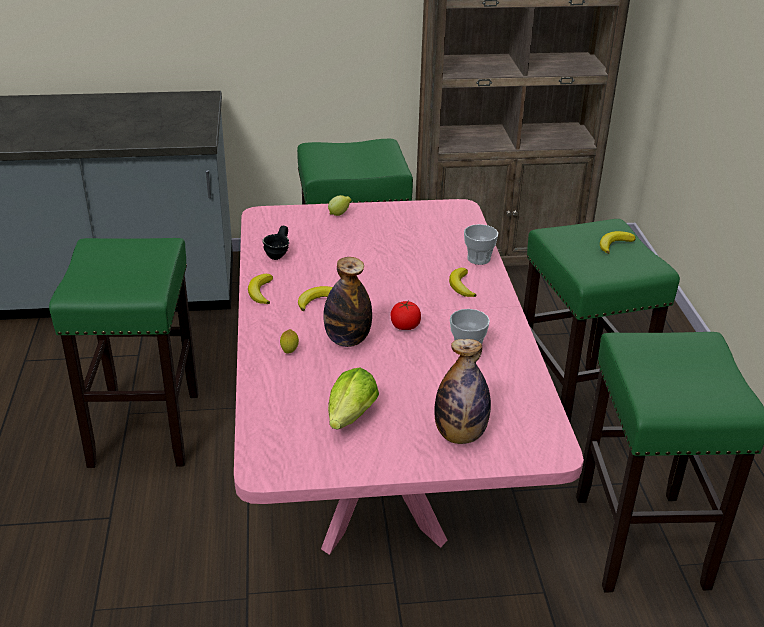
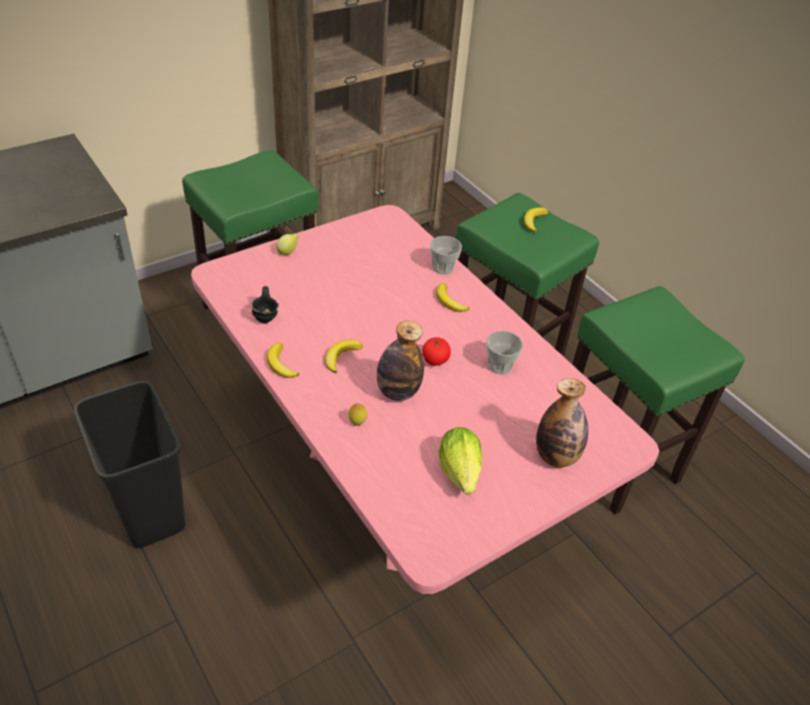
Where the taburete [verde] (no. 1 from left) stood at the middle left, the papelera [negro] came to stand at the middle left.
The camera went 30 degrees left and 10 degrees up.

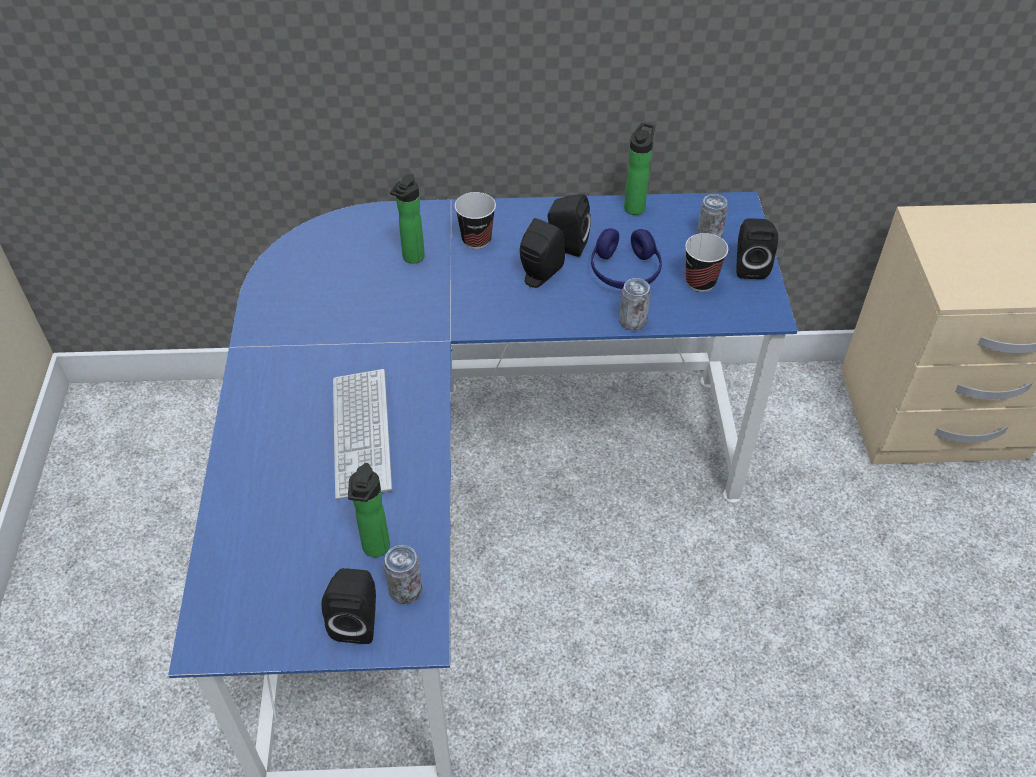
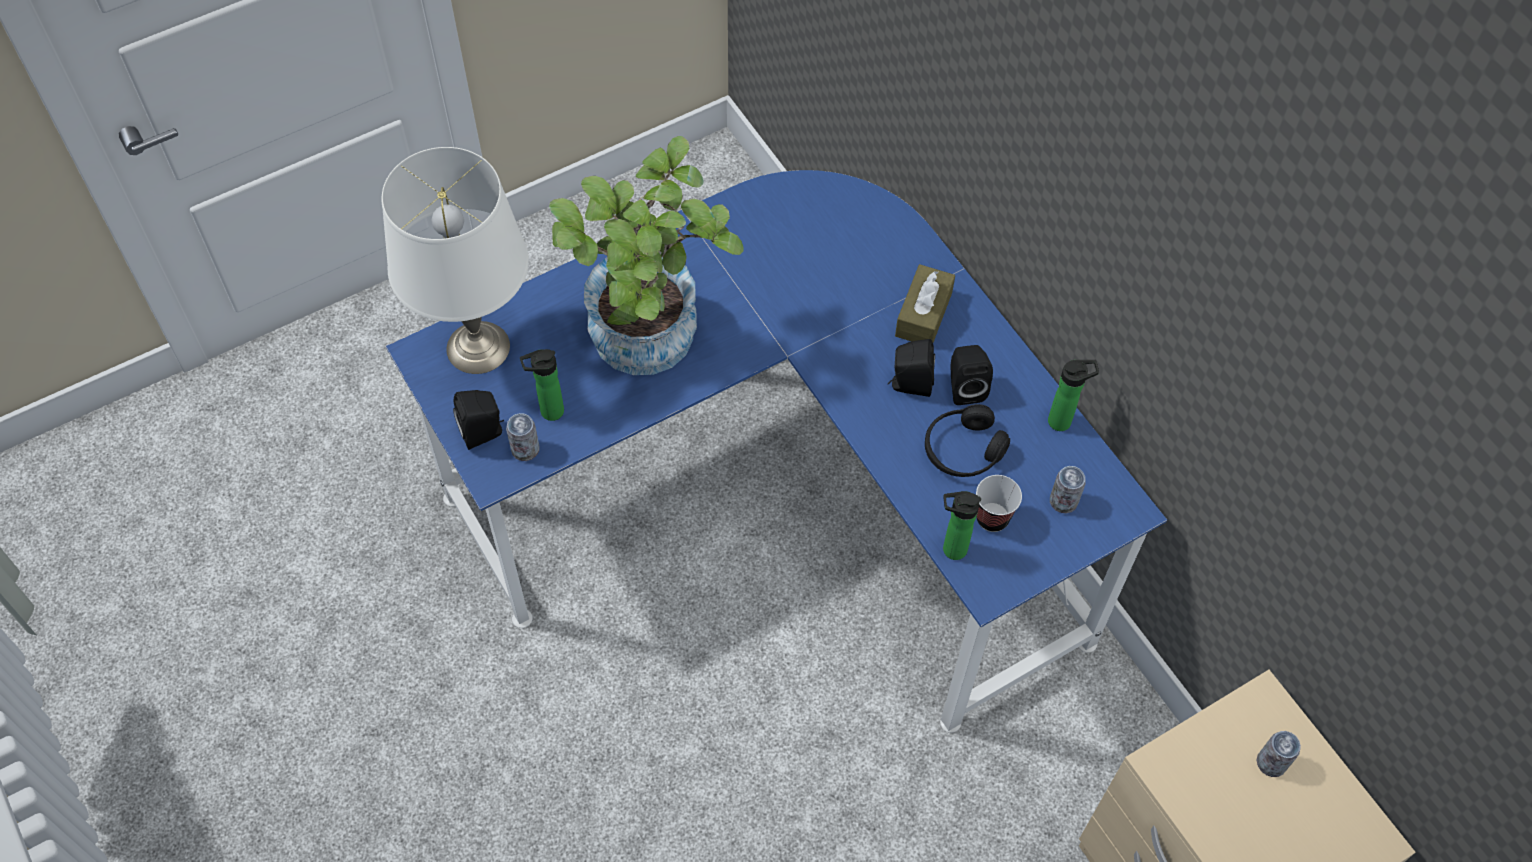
The botella (no. 2 from left) ended up elsewhere, having gone from the top centre to the centre.
Where the taza (no. 1 from left) stood at the top centre, the caja de pañuelos [marrón] came to stand at the centre.
The second view lost the altavoz [negro] (no. 4 from left) at the top right.
What was the auriculares [azul] at the top centre turned into the auriculares [negro] at the centre.
The lata (no. 2 from left in the first image) ended up elsewhere, having gone from the centre to the bottom right.
Where the teclado stood at the centre, the planta en maceta came to stand at the top centre.
The second view gained the lámpara de mesa [blanco] at the top left.
The camera went 60 degrees right and 10 degrees up.

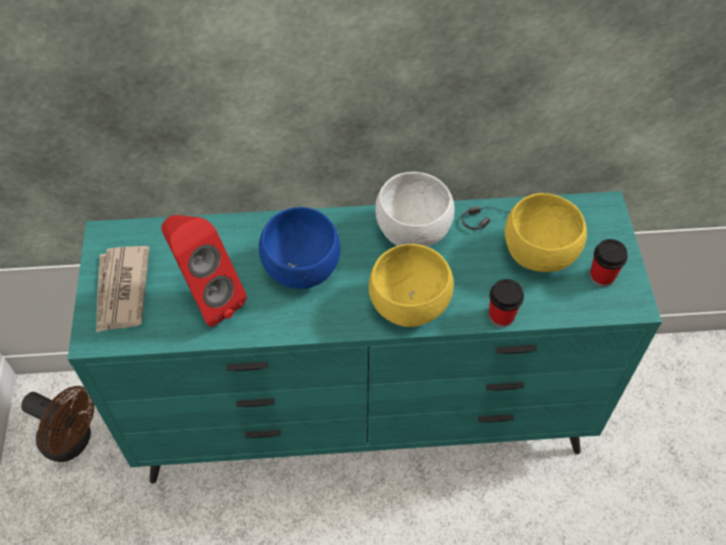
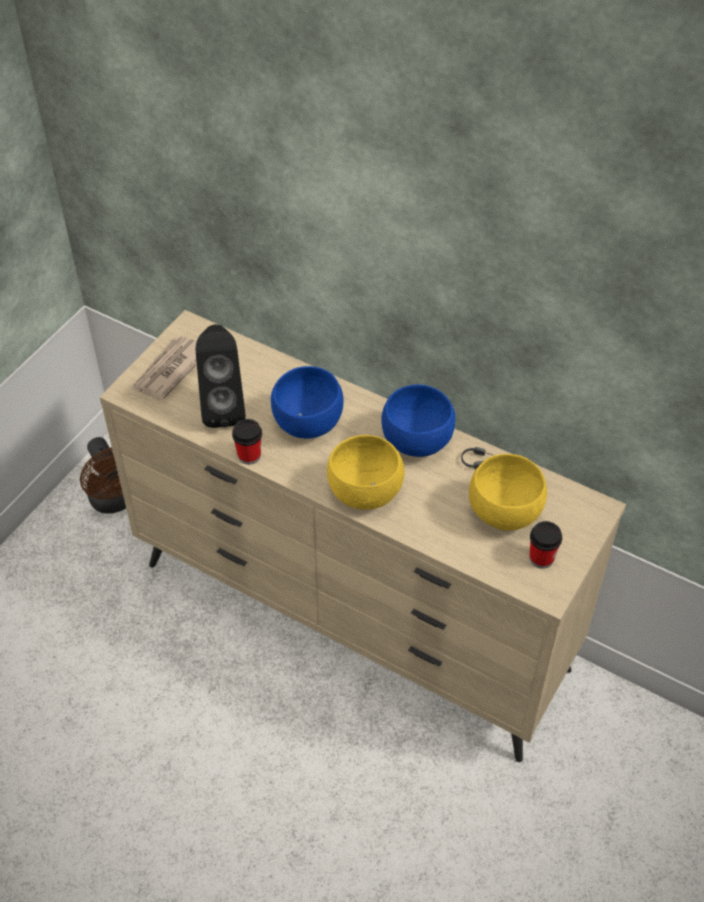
What was the cuenco [blanco] at the centre turned into the cuenco [azul] (no. 2 from left) at the centre.
What was the cómoda [turquesa] at the centre turned into the cómoda [beis] at the centre.
What was the altavoz [rojo] at the middle left turned into the altavoz [negro] at the middle left.
The taza (no. 1 from left) ended up elsewhere, having gone from the middle right to the centre.
The camera went 35 degrees right and 5 degrees down.

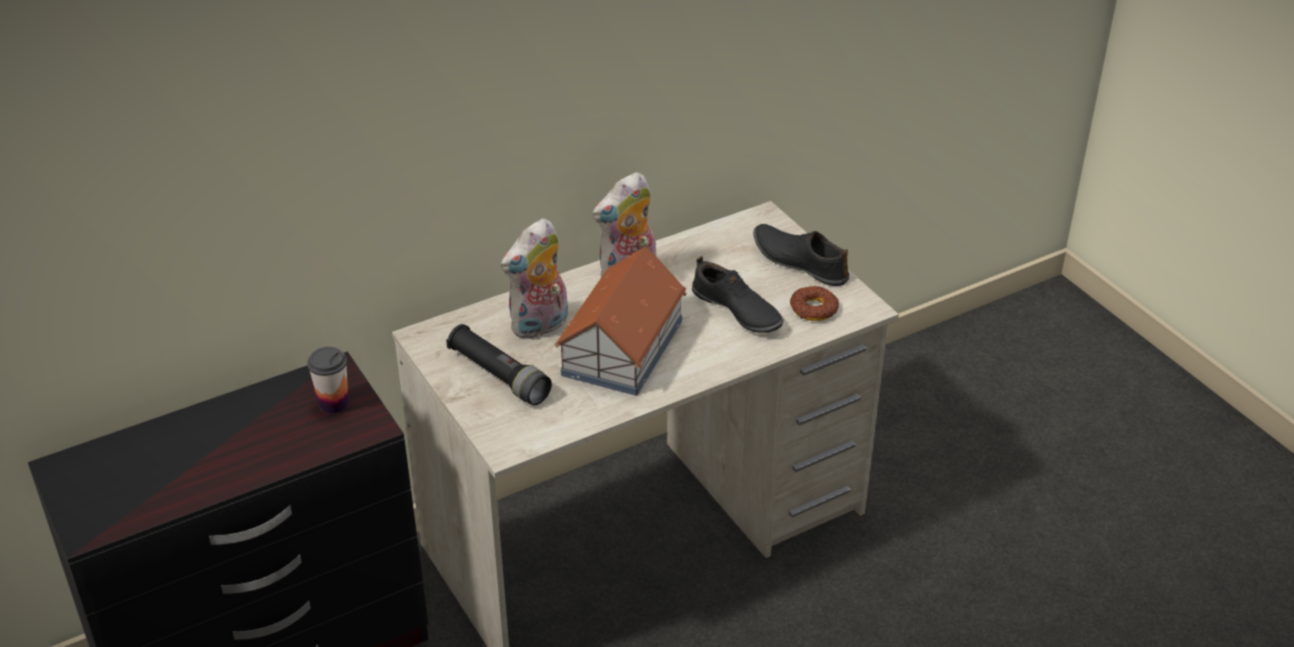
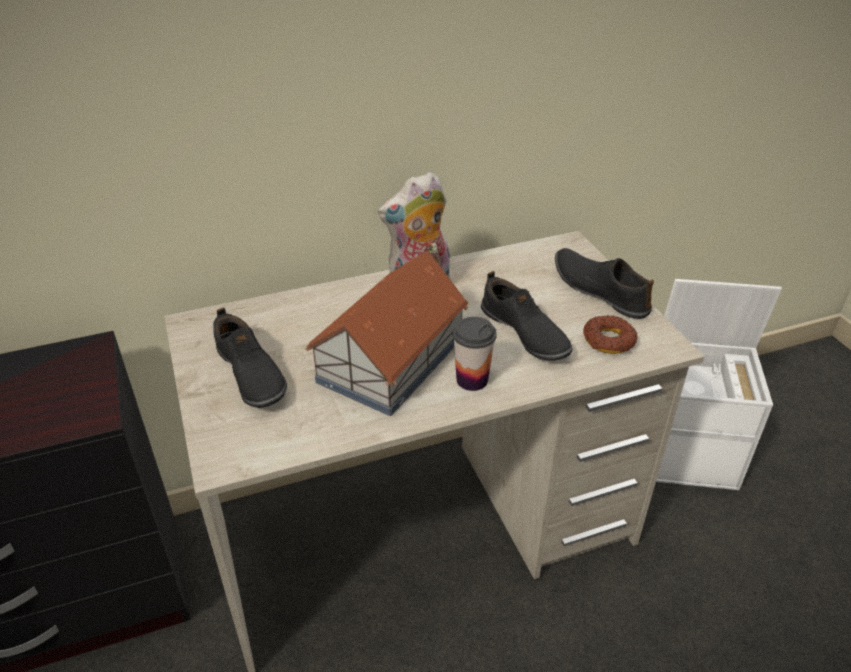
The second view lost the peluche (no. 1 from left) at the centre.
Where the linterna [negro] stood at the centre, the zapato [negro] (no. 1 from left) came to stand at the middle left.
The taza ended up elsewhere, having gone from the middle left to the centre.
The second view gained the caja de almacenaje [blanco] at the middle right.
The camera went 10 degrees right and 0 degrees up.

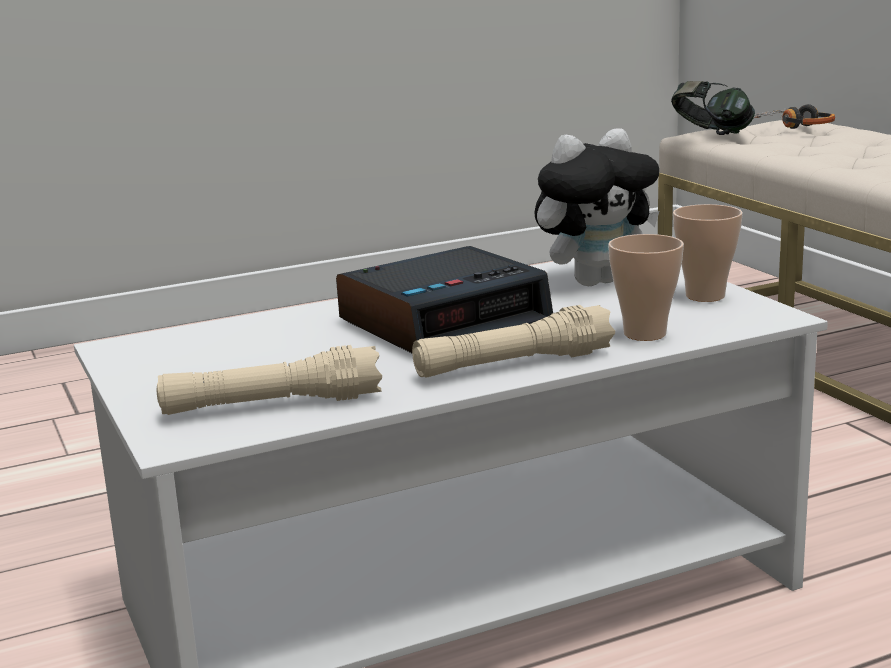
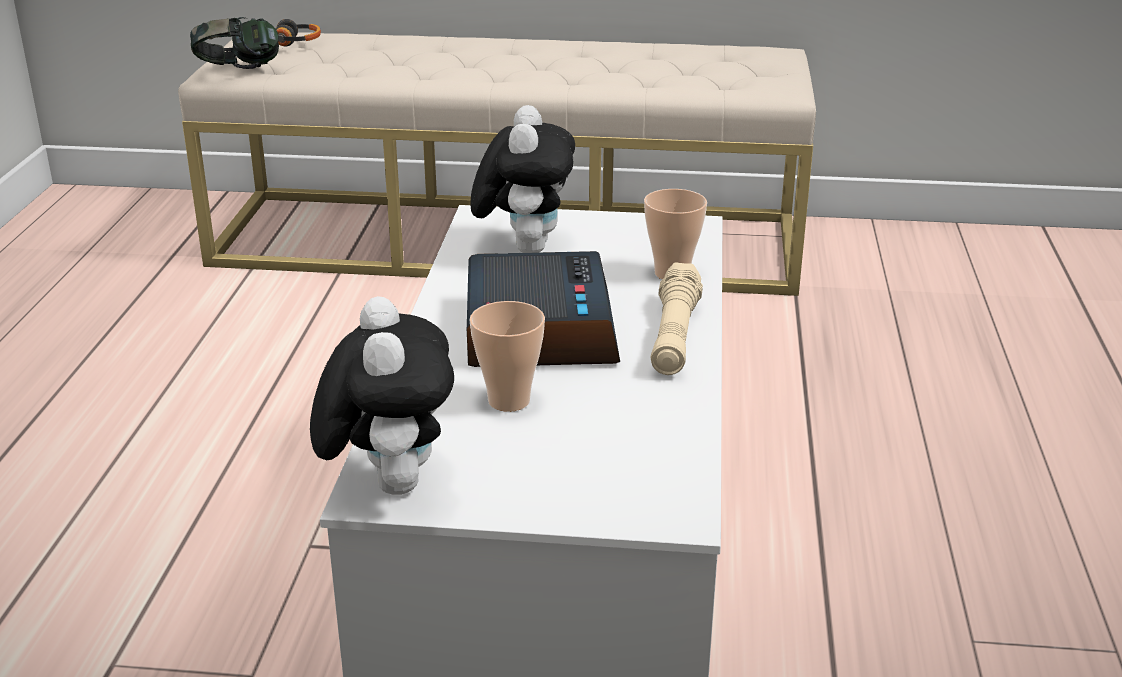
The taza (no. 2 from left in the first image) ended up elsewhere, having gone from the middle right to the centre.
The second view lost the linterna [beis] (no. 1 from left) at the middle left.
The second view gained the peluche (no. 1 from left) at the centre.
The camera went 60 degrees left and 10 degrees up.

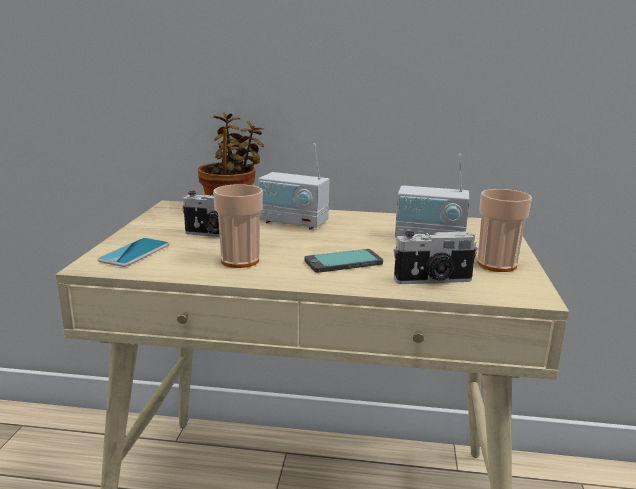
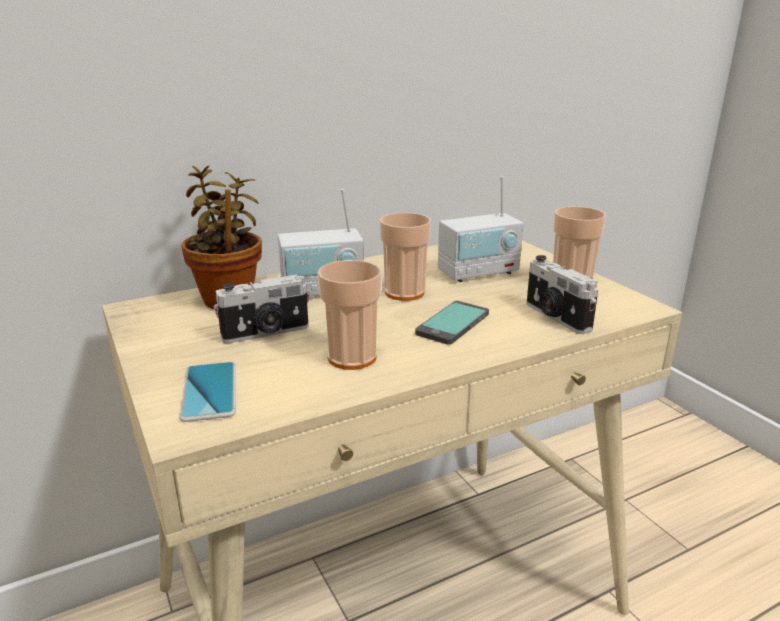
The cámara (no. 2 from left) at the middle right ended up facing another way, 105 degrees clockwise from before.
The second view gained the taza (no. 2 from left) at the centre.
The camera went 35 degrees left and 5 degrees up.

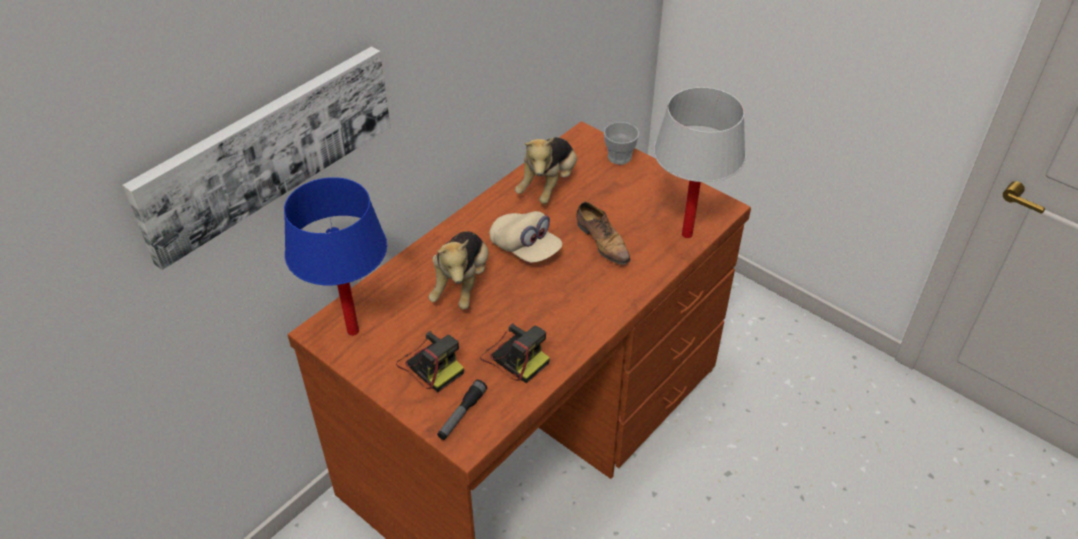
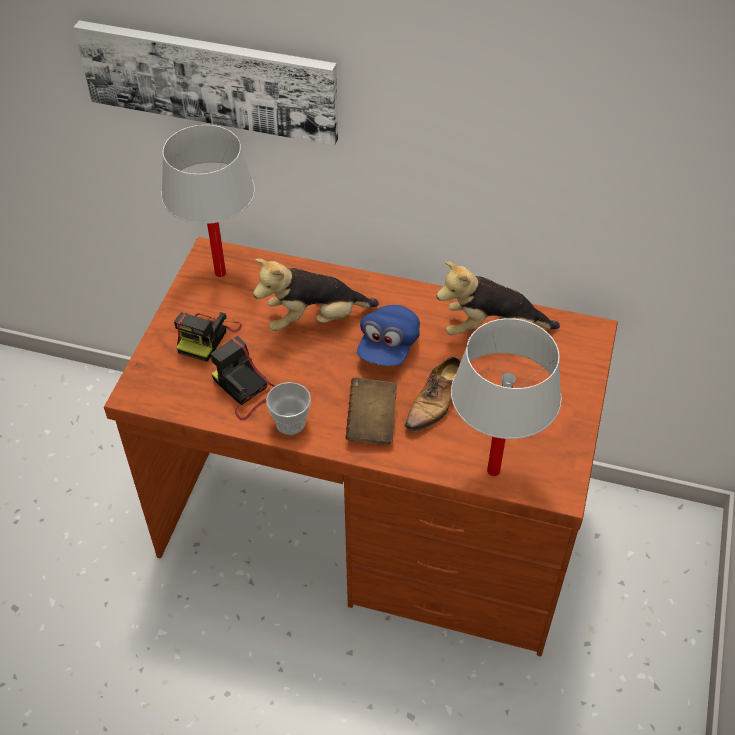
The taza ended up elsewhere, having gone from the top centre to the centre.
What was the lámpara de mesa [azul] at the middle left turned into the lámpara de mesa [blanco] (no. 1 from left) at the top left.
What was the gorra [beis] at the centre turned into the gorra [azul] at the centre.
The cámara (no. 2 from left) at the centre ended up facing another way, 120 degrees clockwise from before.
The second view lost the linterna at the bottom centre.
The second view gained the libro [marrón] at the centre.
The camera went 65 degrees right and 5 degrees up.

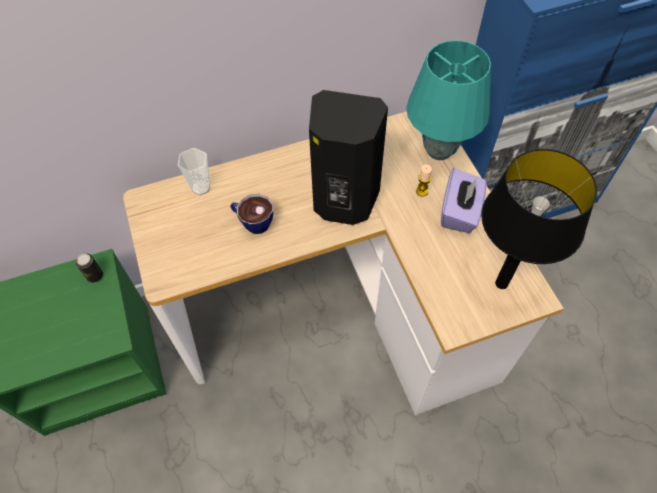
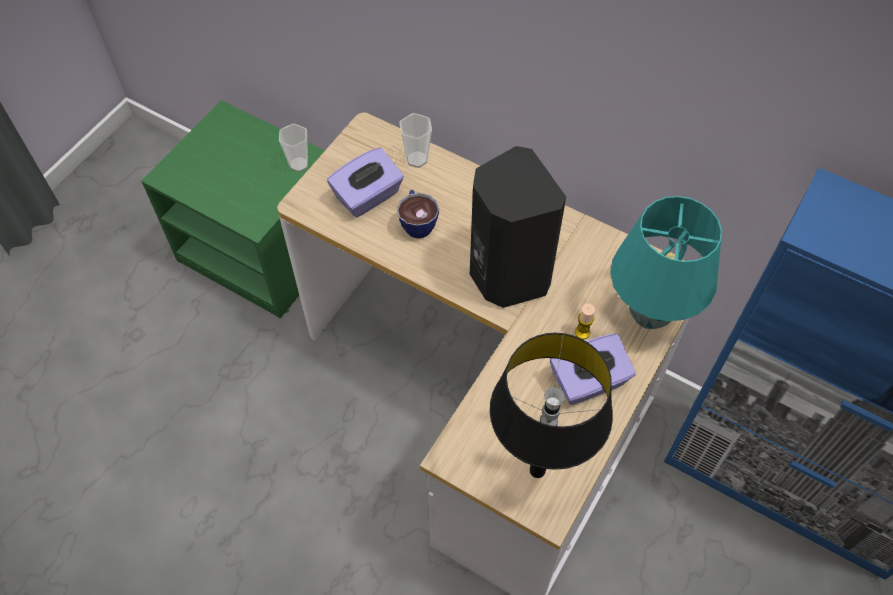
Where the lata stood at the middle left, the taza (no. 1 from left) came to stand at the top left.
The second view gained the caja de pañuelos [morado] (no. 1 from left) at the top centre.
The camera went 50 degrees right and 0 degrees up.

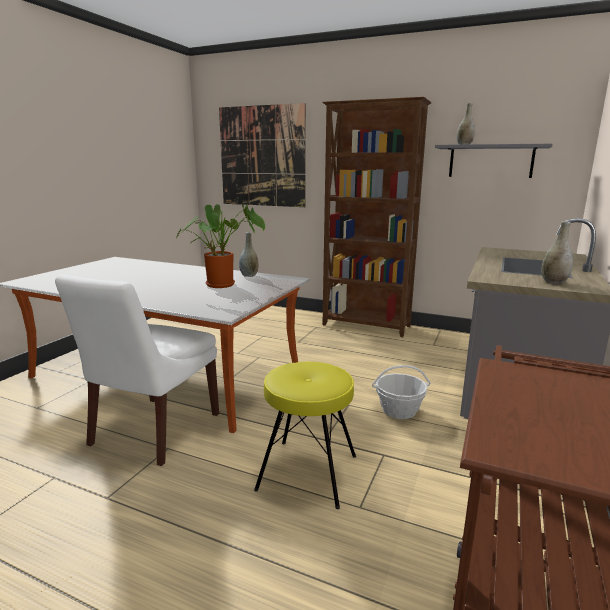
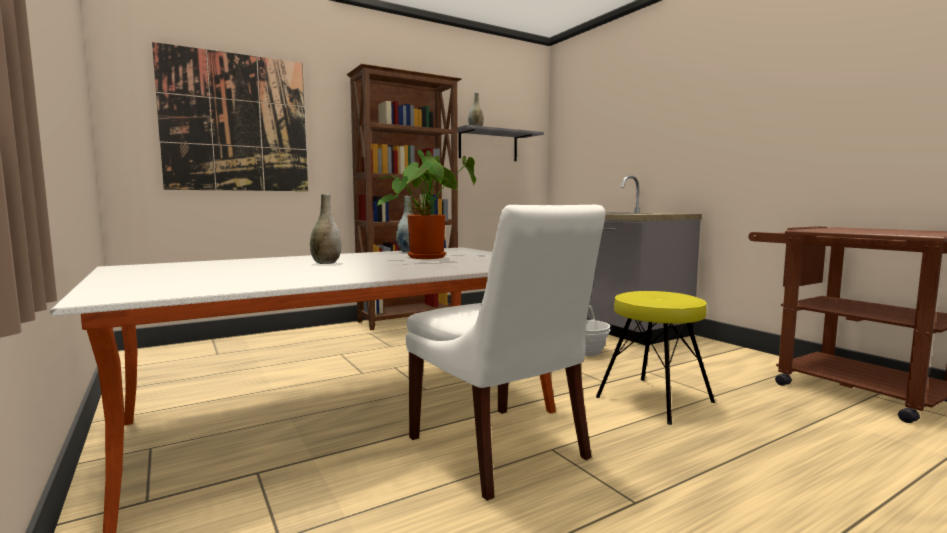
The florero [gris] (no. 3 from left in the first image) ended up elsewhere, having gone from the middle right to the centre.
The camera went 55 degrees left and 10 degrees down.

